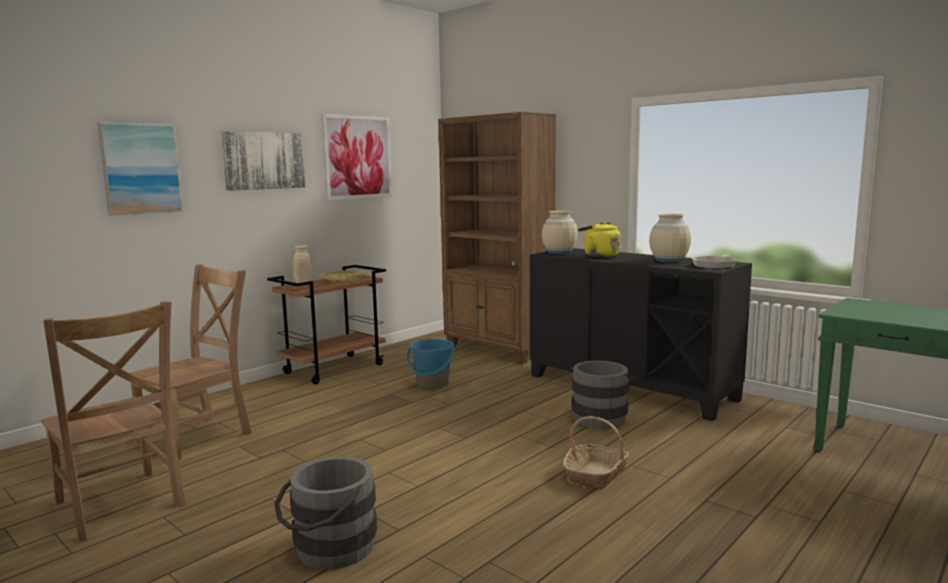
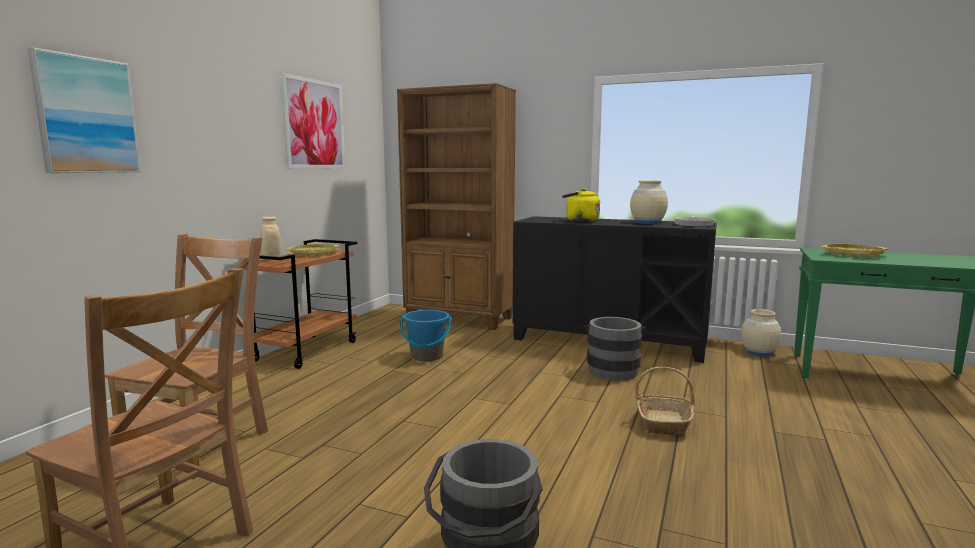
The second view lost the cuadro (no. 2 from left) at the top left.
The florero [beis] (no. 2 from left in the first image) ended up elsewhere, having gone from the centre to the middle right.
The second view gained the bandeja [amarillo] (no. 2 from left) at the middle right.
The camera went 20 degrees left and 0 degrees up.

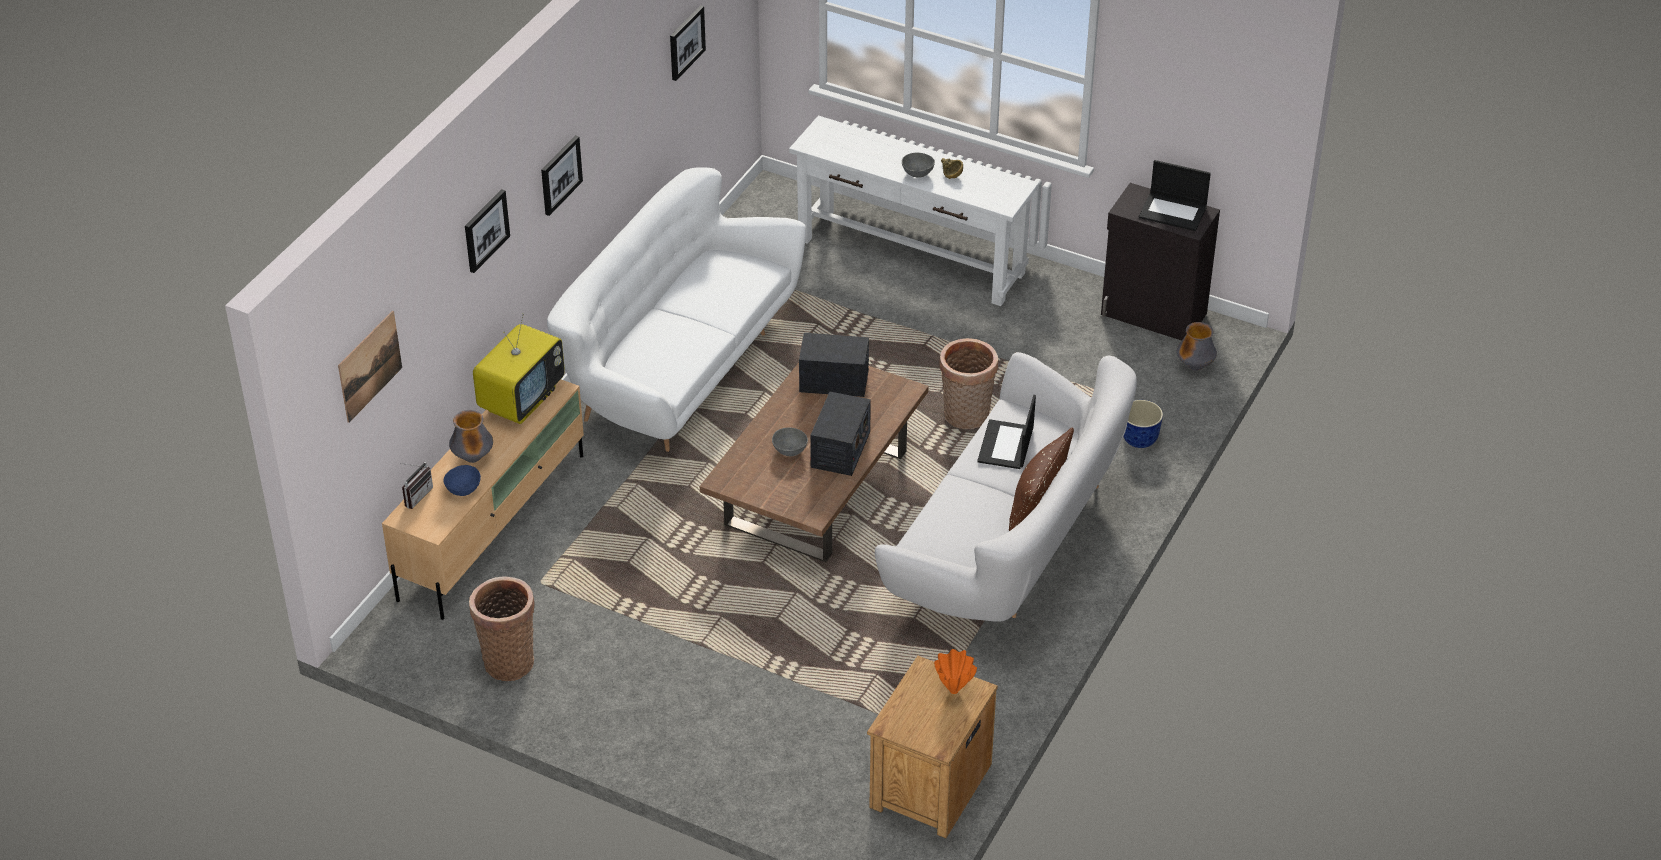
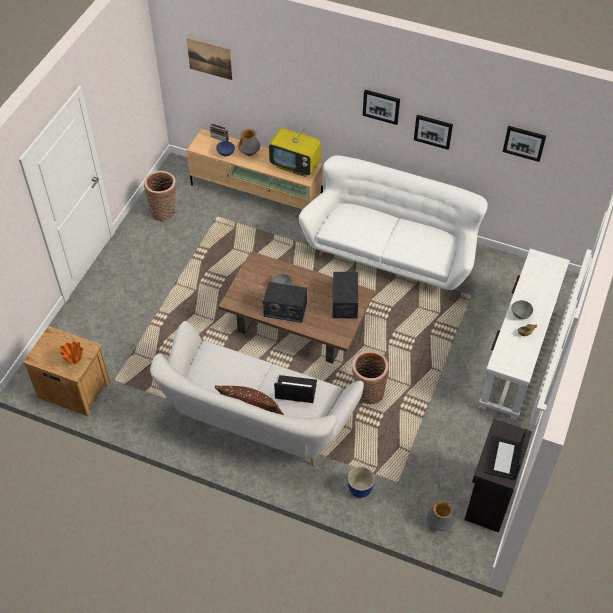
The cuadro (no. 2 from left in the first image) ended up elsewhere, having gone from the top left to the top right.
The camera went 85 degrees right and 10 degrees up.

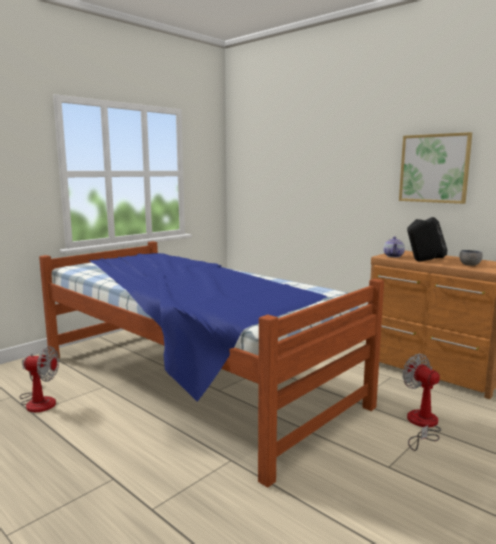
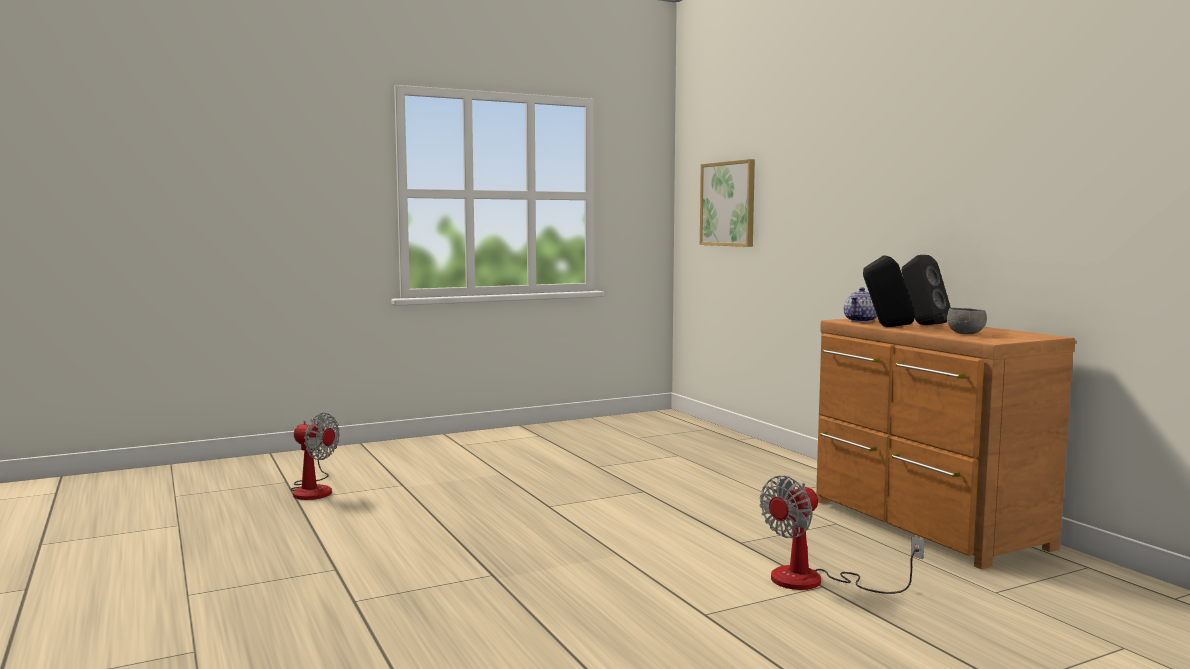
The cuadro ended up elsewhere, having gone from the top right to the top centre.
The second view lost the cama at the bottom centre.
The ventilador (no. 2 from left) at the bottom right ended up facing another way, 120 degrees counterclockwise from before.
The camera went 20 degrees right and 5 degrees down.

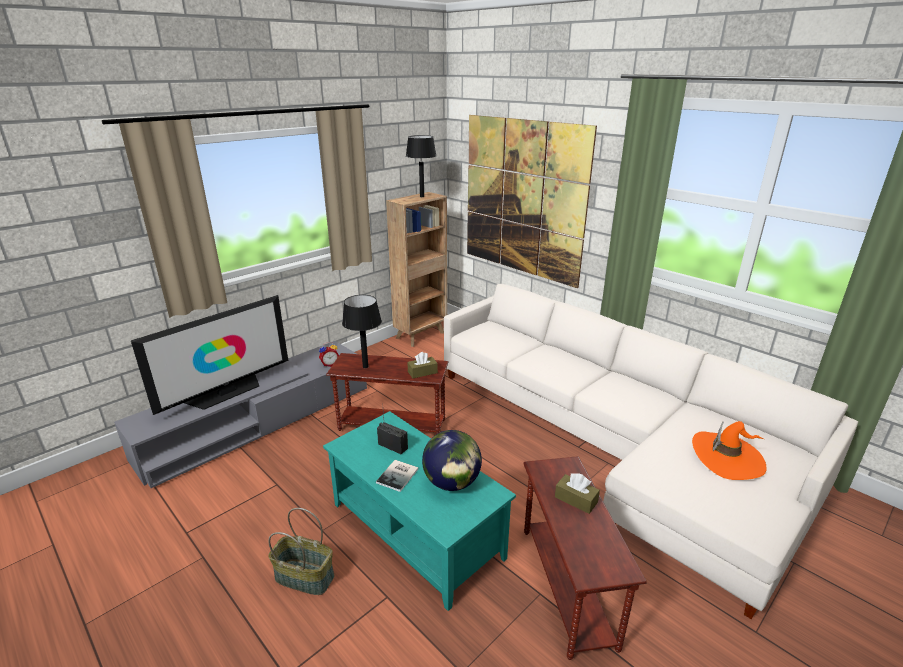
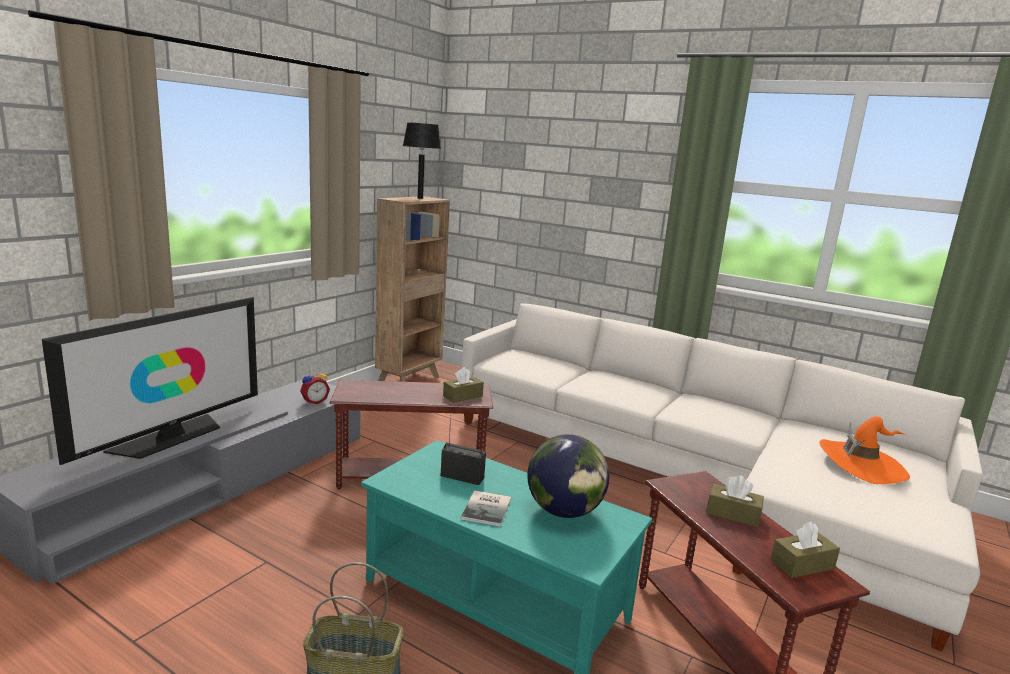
The second view lost the cuadro at the top centre.
The second view lost the lámpara de mesa [negro] (no. 1 from left) at the centre.
The second view gained the caja de pañuelos [marrón] (no. 3 from left) at the bottom right.
The camera went 15 degrees left and 10 degrees down.

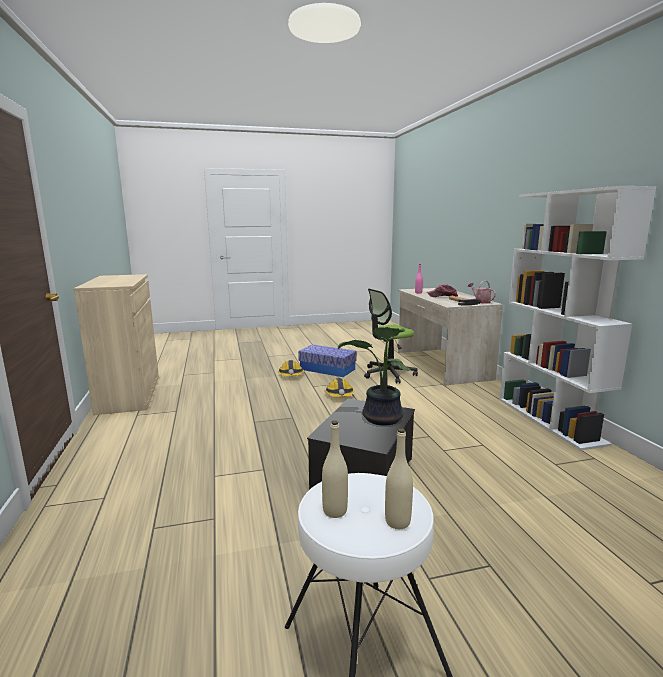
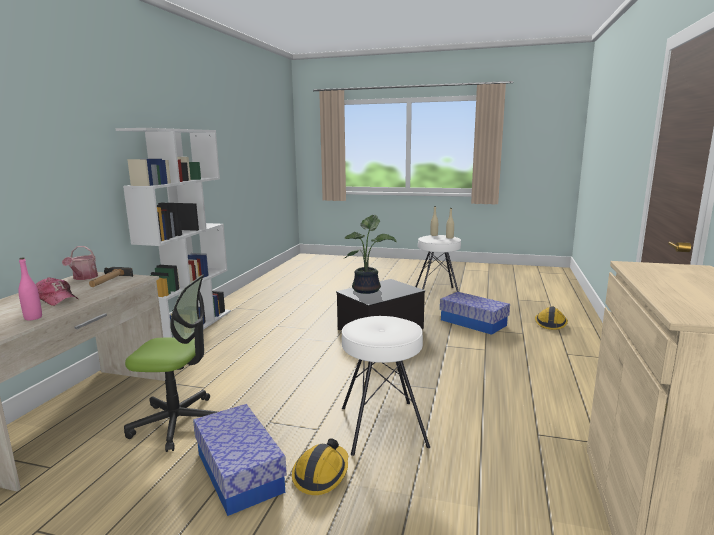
The casco (no. 2 from left) ended up elsewhere, having gone from the centre to the middle right.
The second view gained the caja de almacenaje (no. 3 from left) at the centre.
The second view gained the taburete [blanco] (no. 1 from left) at the bottom centre.
The camera went 150 degrees left and 0 degrees up.

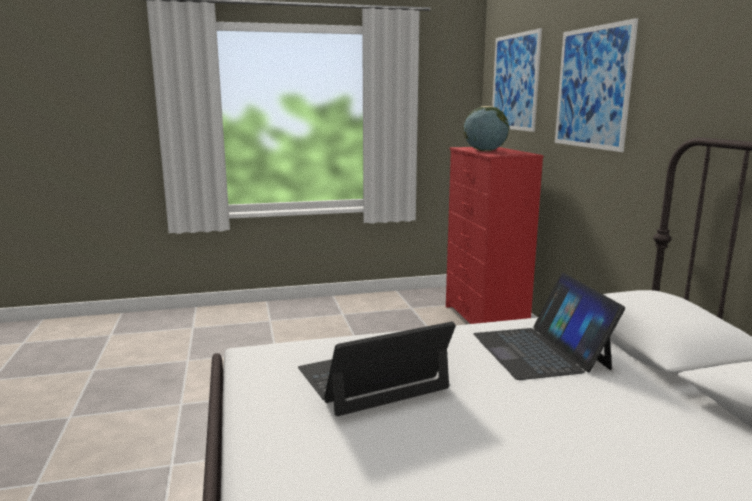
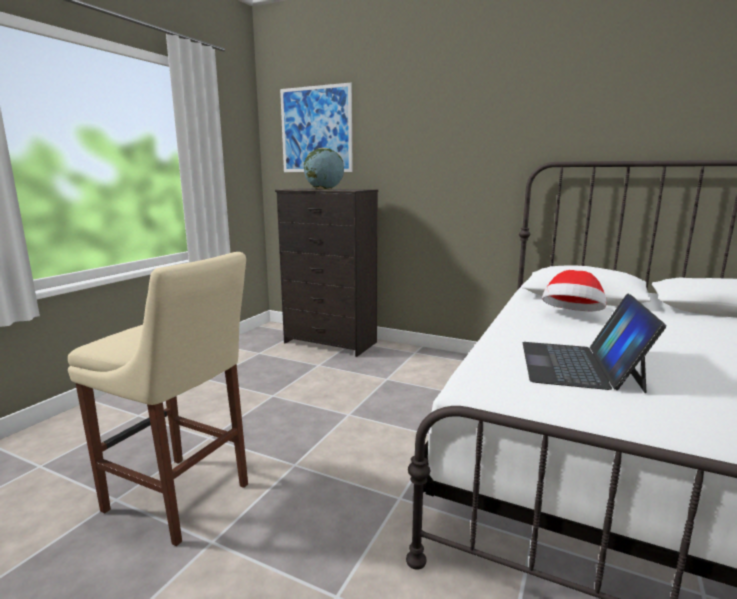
The second view lost the cuadro (no. 2 from left) at the top right.
What was the cómoda [rojo] at the centre turned into the cómoda [negro] at the centre.
Where the portátil (no. 2 from left) stood at the middle right, the sombrero came to stand at the middle right.
The second view gained the taburete [beis] at the middle left.
The camera went 50 degrees left and 0 degrees up.

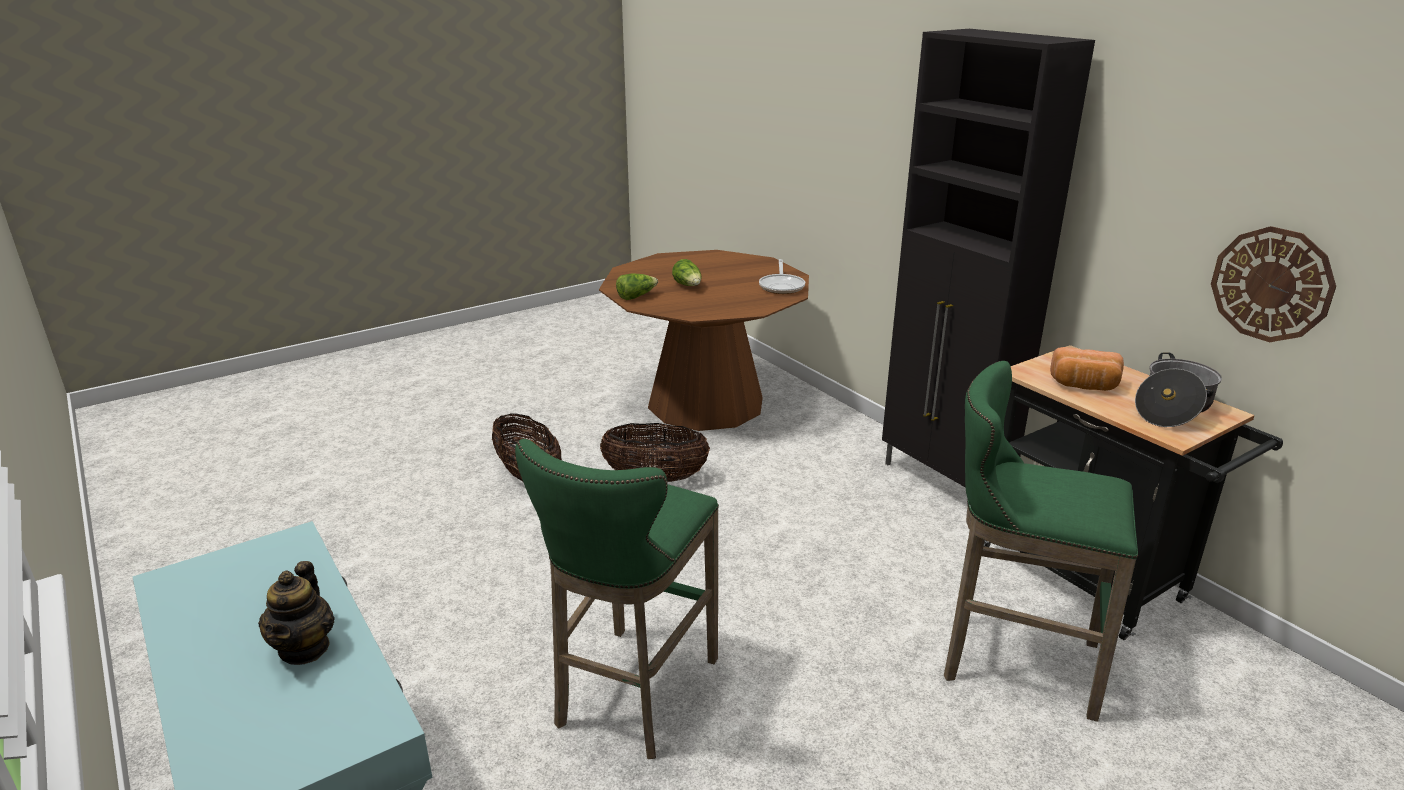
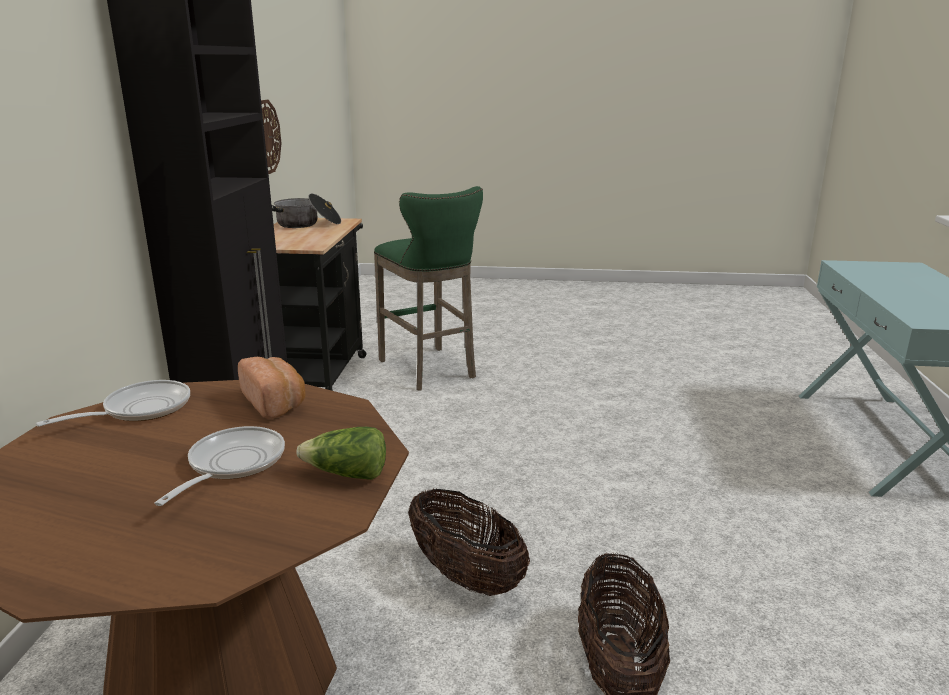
Where the lechuga (no. 2 from left) stood at the centre, the sartén (no. 2 from left) came to stand at the bottom left.
The pan ended up elsewhere, having gone from the middle right to the middle left.
The second view lost the taburete [verde] (no. 1 from left) at the bottom centre.
The second view lost the tetera at the bottom left.
The camera went 140 degrees left and 5 degrees down.

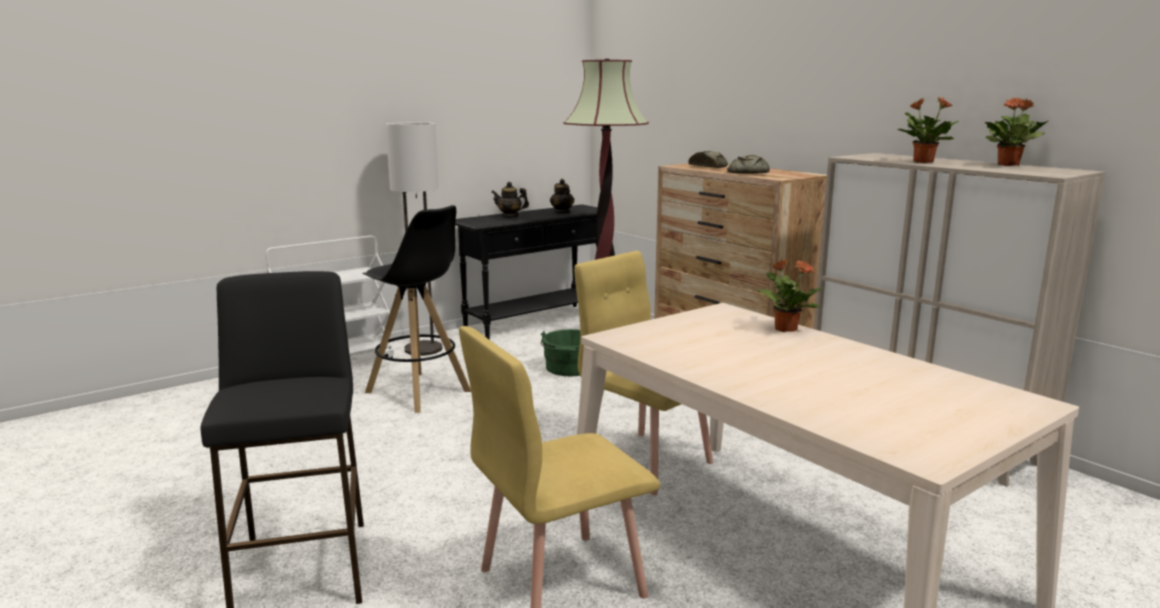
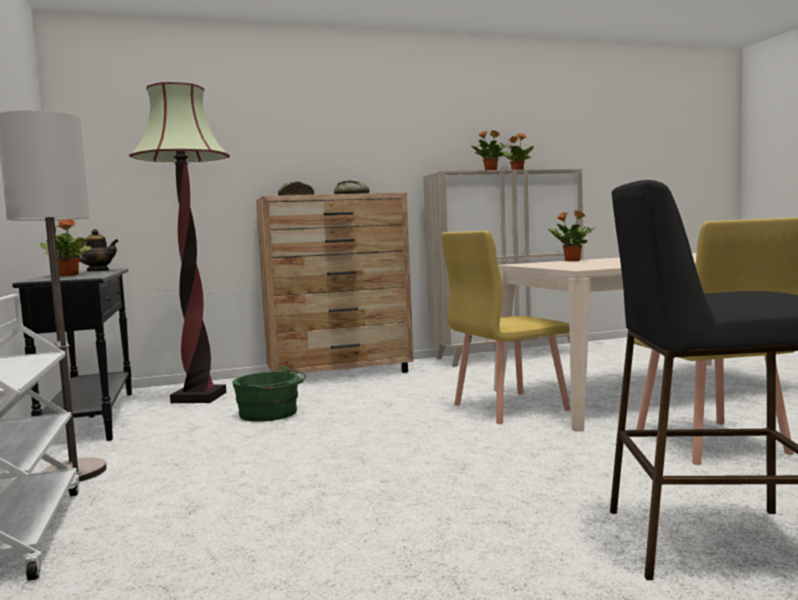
Where the tetera (no. 1 from left) stood at the top centre, the planta en maceta (no. 1 from left) came to stand at the middle left.
The second view lost the taburete [negro] (no. 2 from left) at the centre.
The camera went 70 degrees left and 10 degrees down.

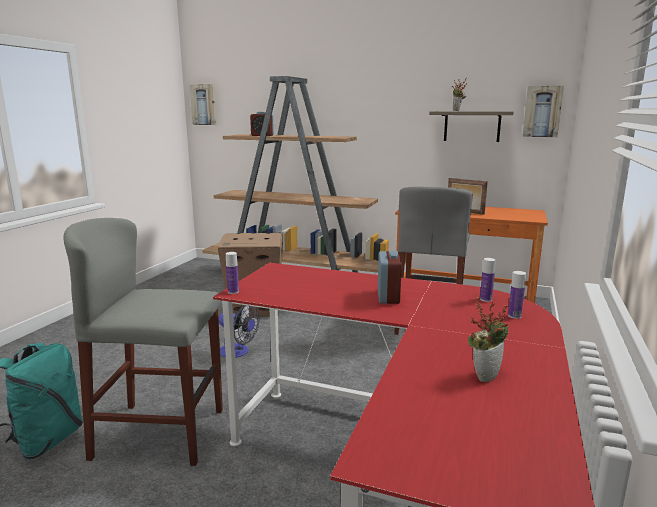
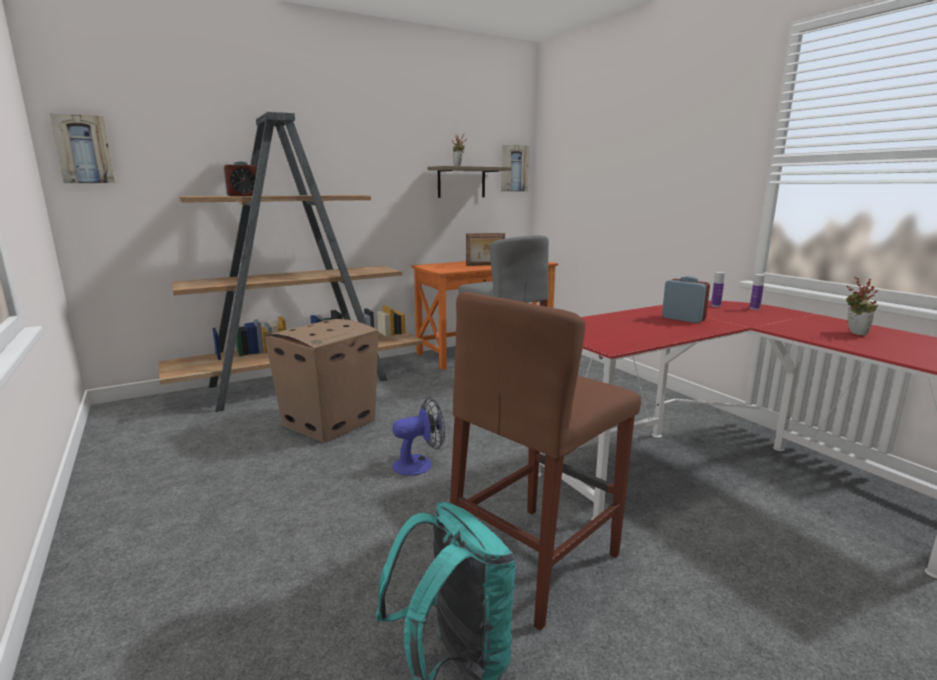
What was the taburete [gris] (no. 1 from left) at the bottom left turned into the taburete [marrón] at the bottom centre.
The second view lost the botella (no. 1 from left) at the centre.
The camera went 50 degrees left and 0 degrees up.

